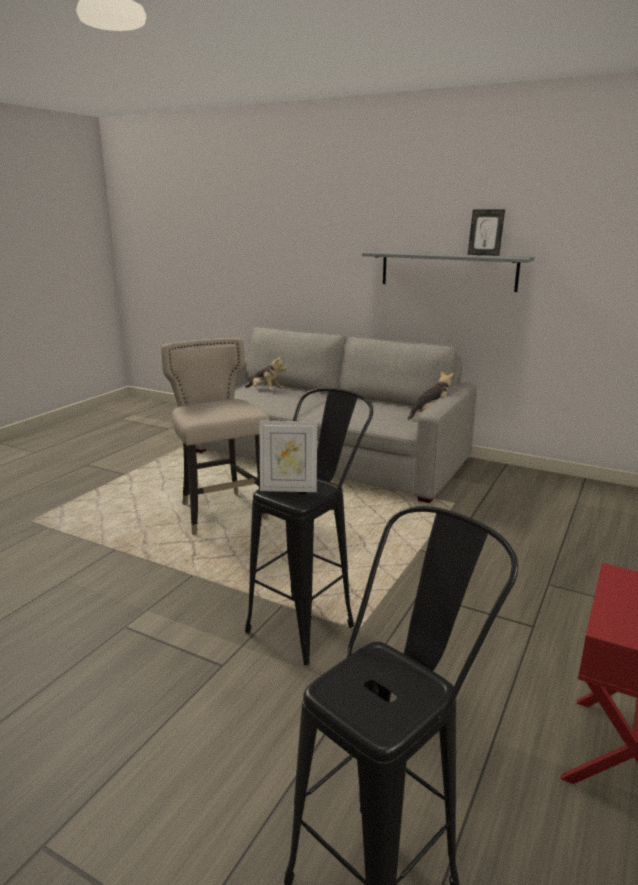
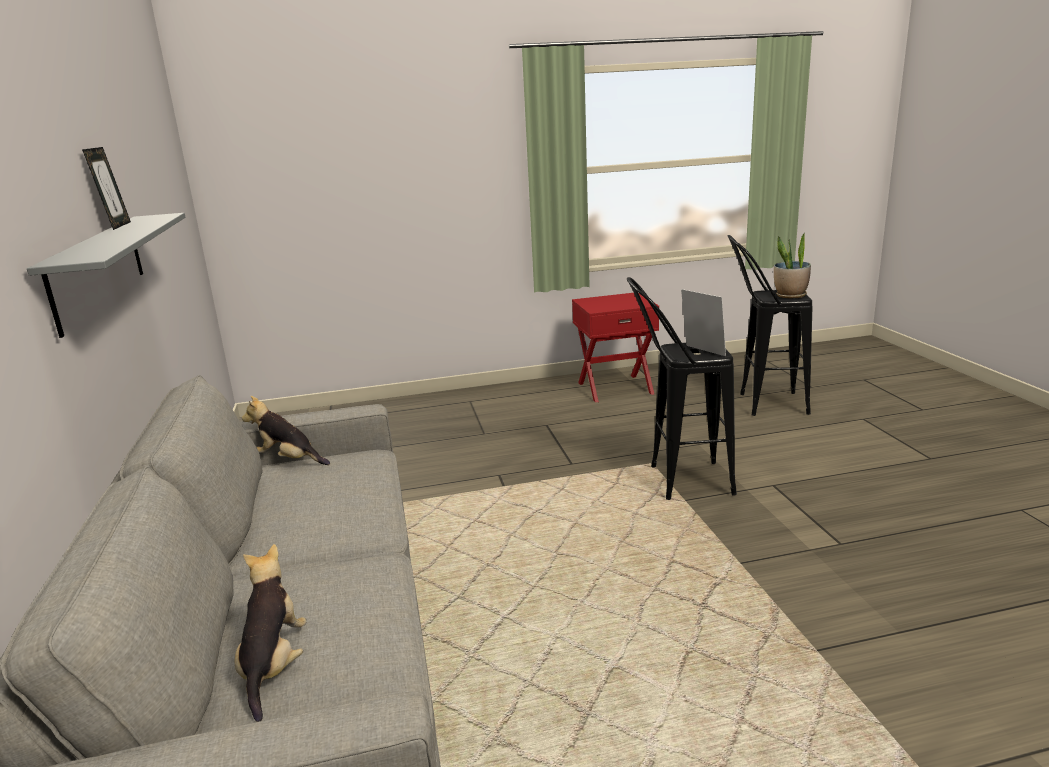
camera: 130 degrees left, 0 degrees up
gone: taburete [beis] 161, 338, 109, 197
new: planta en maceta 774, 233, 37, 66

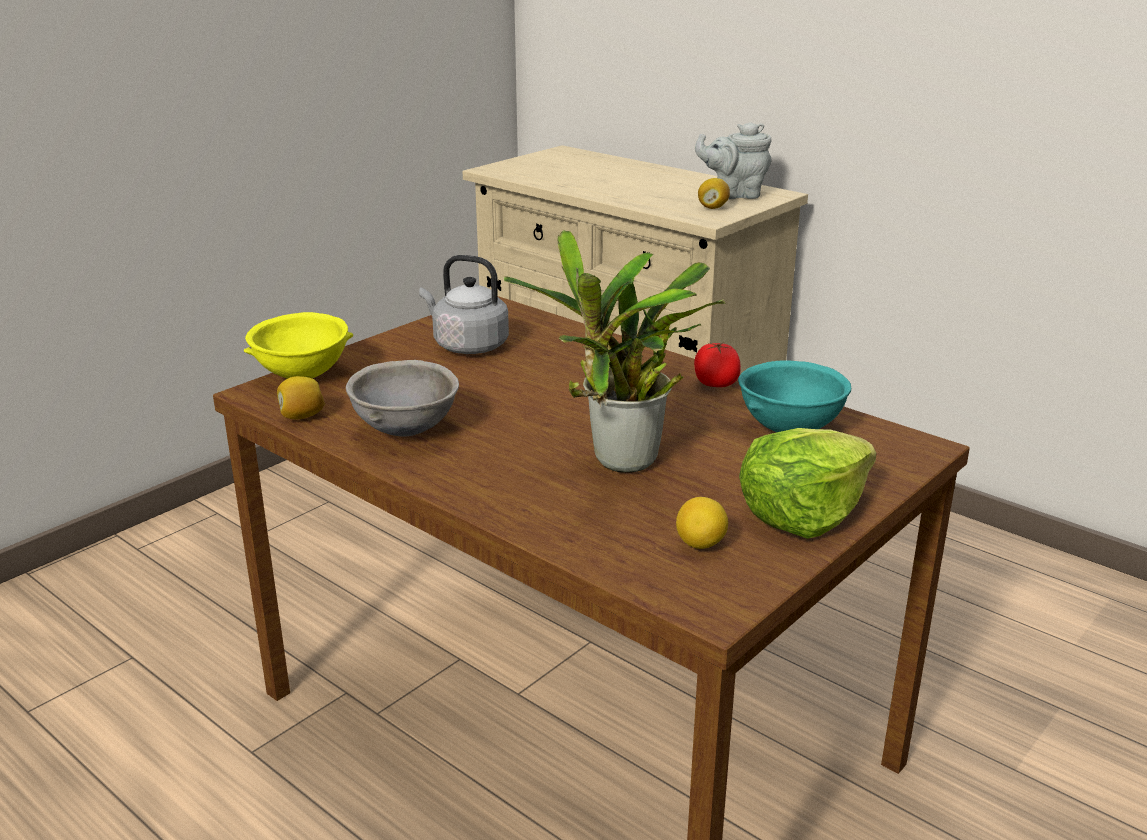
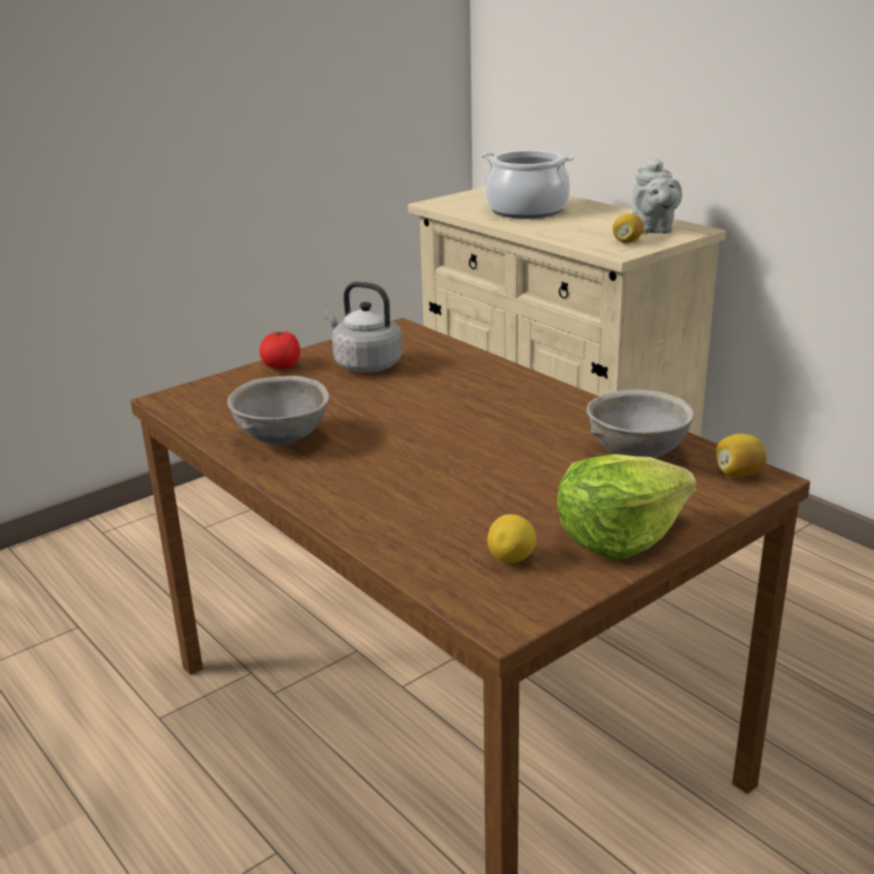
camera: 10 degrees right, 0 degrees up
gone: planta en maceta 503, 230, 223, 243; cuenco [amarillo] 244, 312, 109, 67
new: olla 481, 150, 93, 69
shifted: tomate 694, 342, 47, 45 to 259, 331, 41, 38; limón 277, 376, 48, 43 to 716, 434, 51, 43
repainted: cuenco [turquesa] 738, 360, 113, 72 to cuenco [gris] 587, 389, 107, 70
rotated: tetera [gris] 695, 122, 77, 77 = 632, 157, 50, 77 105 degrees counterclockwise

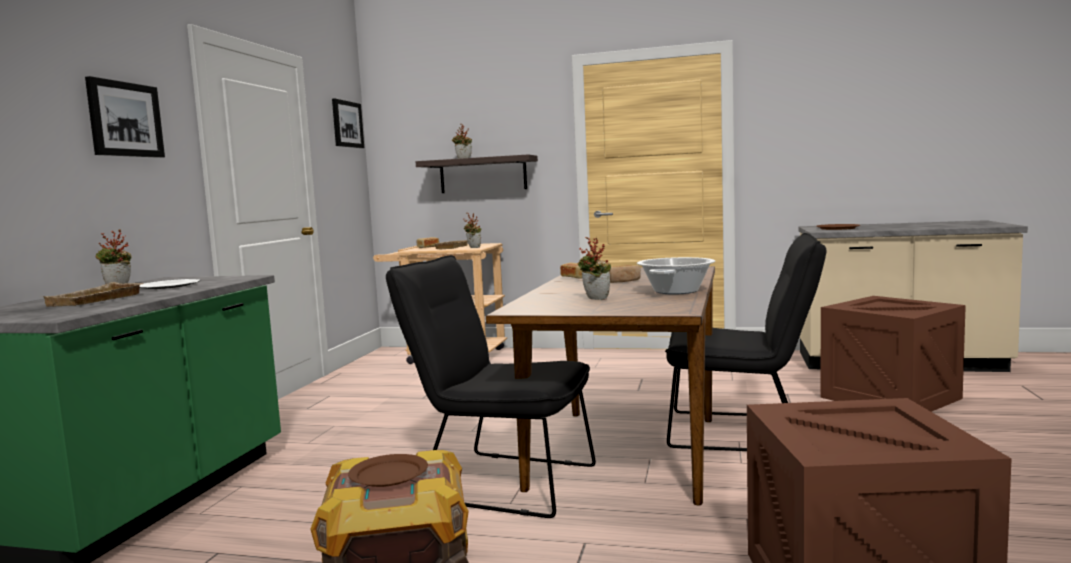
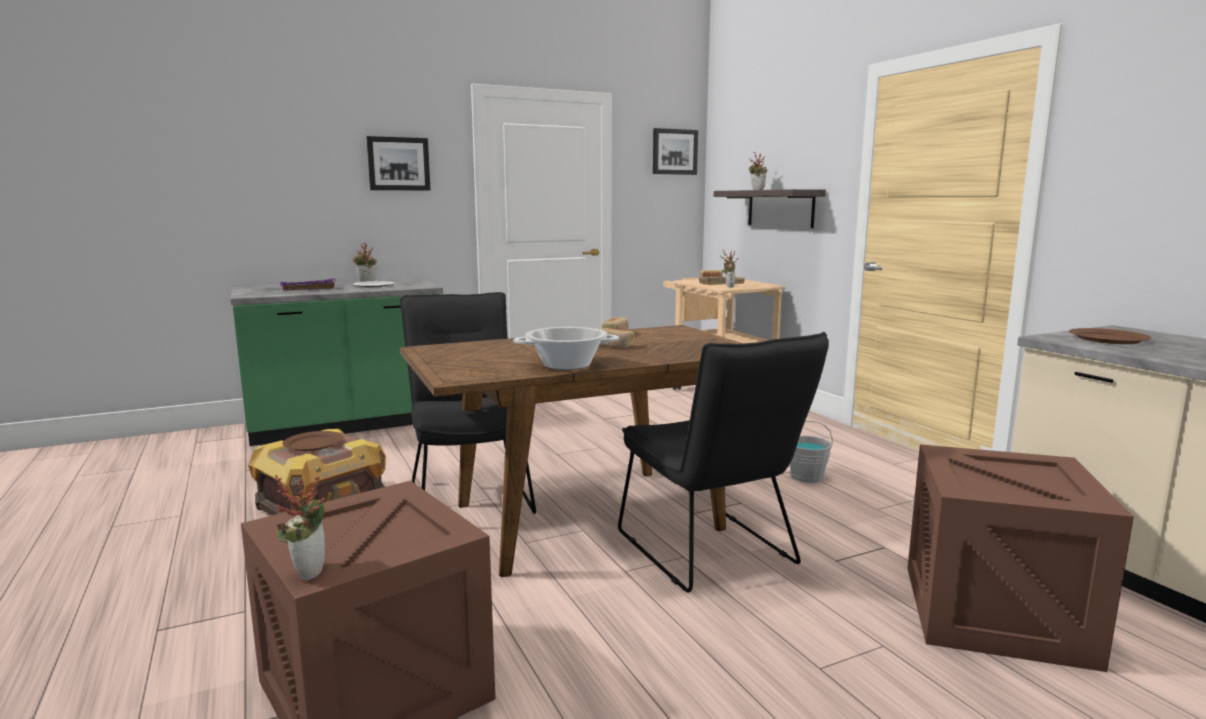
camera: 50 degrees right, 5 degrees up
new: cubo [gris] 790, 421, 43, 62
shifted: planta en maceta 578, 237, 33, 63 to 275, 475, 51, 106
repainted: bandeja [beis] 41, 282, 103, 25 to bandeja [morado] 280, 278, 57, 12

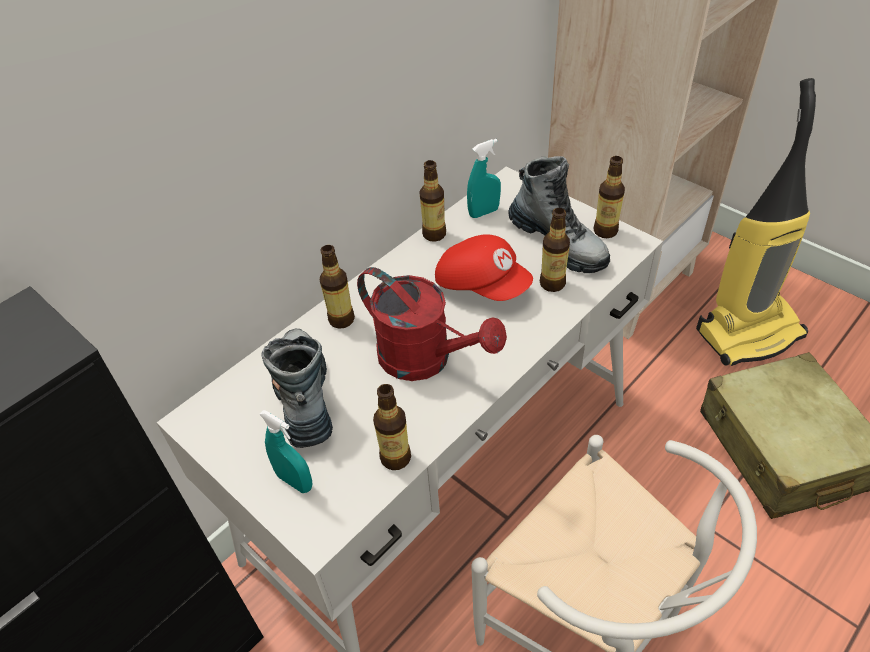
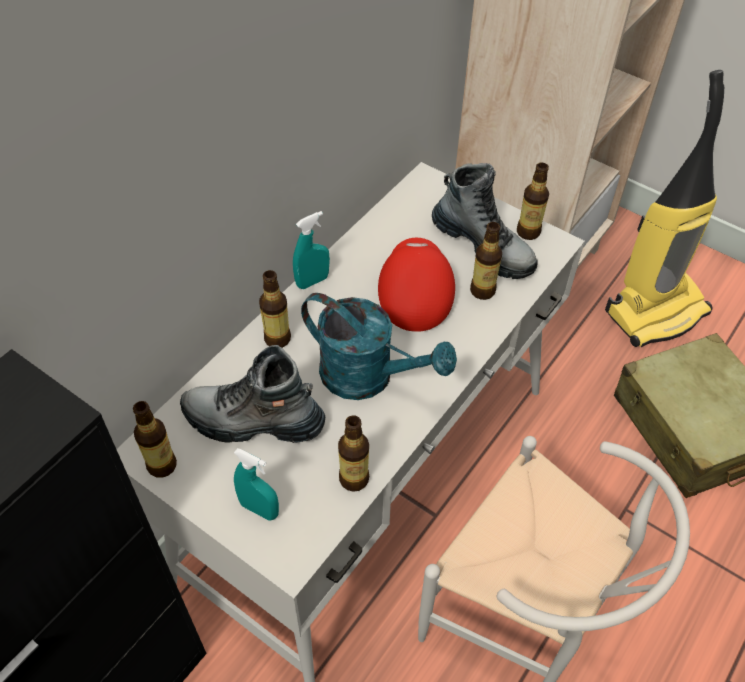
camera: 10 degrees left, 5 degrees up
shifted: pulverizador [turquesa] 467, 139, 34, 79 to 293, 211, 37, 78; botella 419, 160, 27, 82 to 133, 401, 44, 77
repainted: regadera [rojo] 357, 267, 150, 114 to regadera [turquesa] 301, 293, 156, 107
rotated: gorra [rojo] 435, 235, 98, 66 = 378, 238, 77, 94 120 degrees counterclockwise; bota 261, 329, 72, 119 = 180, 345, 145, 98 60 degrees counterclockwise

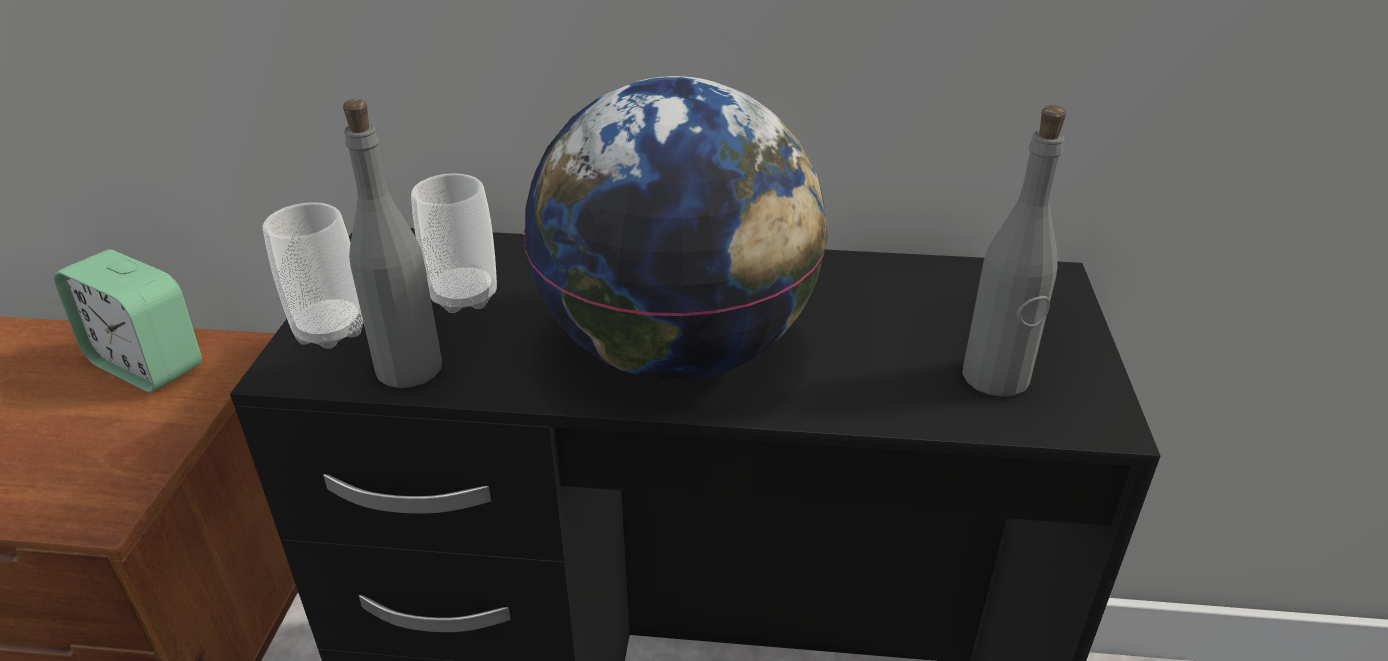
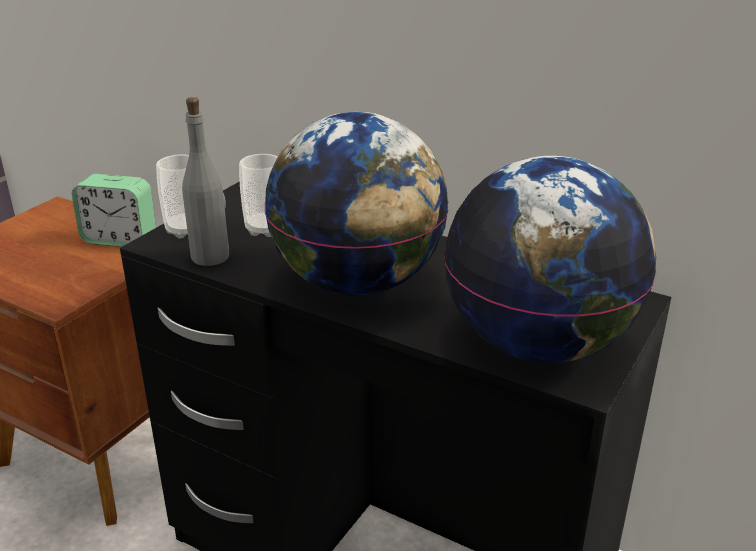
camera: 25 degrees right, 5 degrees down
swapped: botella [gris] 962, 105, 104, 292 to globo terráqueo 444, 156, 212, 207
rotated: despertador 53, 249, 149, 143 = 71, 174, 85, 73 45 degrees counterclockwise

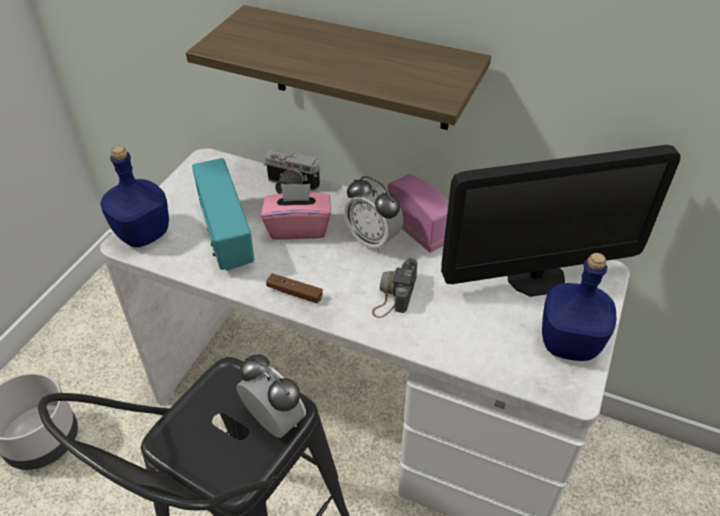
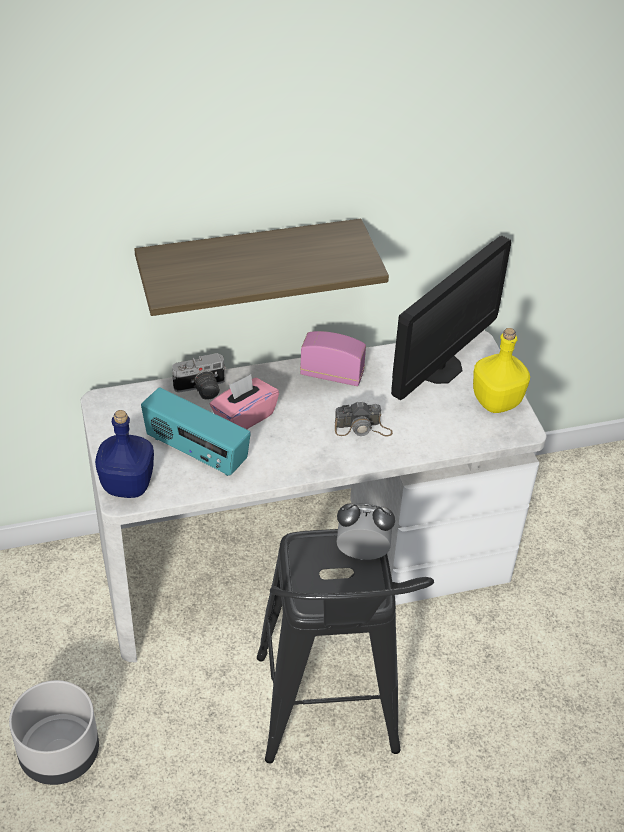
camera: 40 degrees left, 0 degrees up
gone: despertador 344, 176, 59, 77; mando de consola [marrón] 266, 273, 57, 30
repainted: botella [azul] 542, 253, 74, 108 to botella [amarillo] 473, 328, 57, 85
rotated: cámara 372, 258, 45, 60 = 335, 401, 58, 36 75 degrees counterclockwise

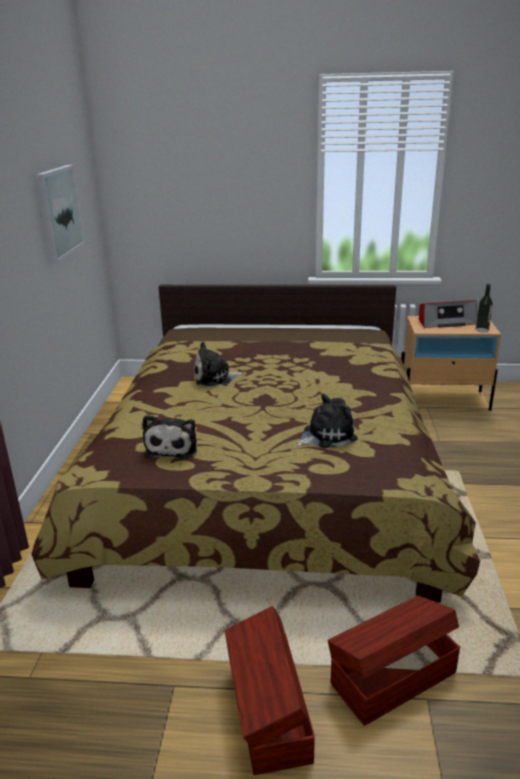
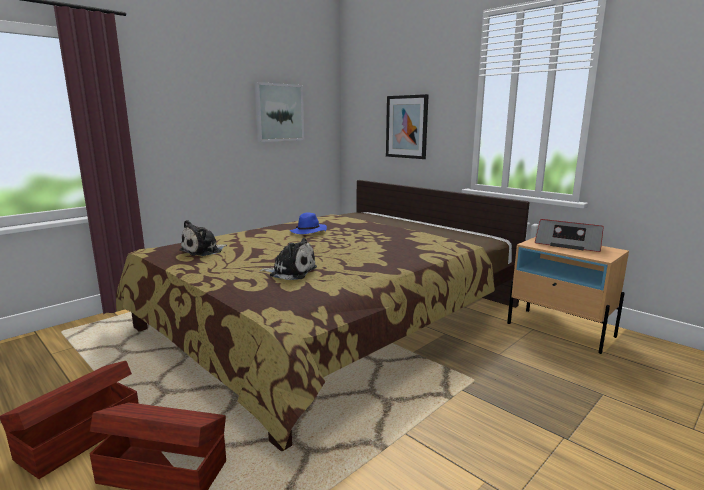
camera: 40 degrees right, 10 degrees down
gone: botella 476, 284, 17, 48
new: cuadro 386, 94, 43, 65
swapped: peluche 194, 342, 50, 44 to sombrero [azul] 290, 212, 37, 22

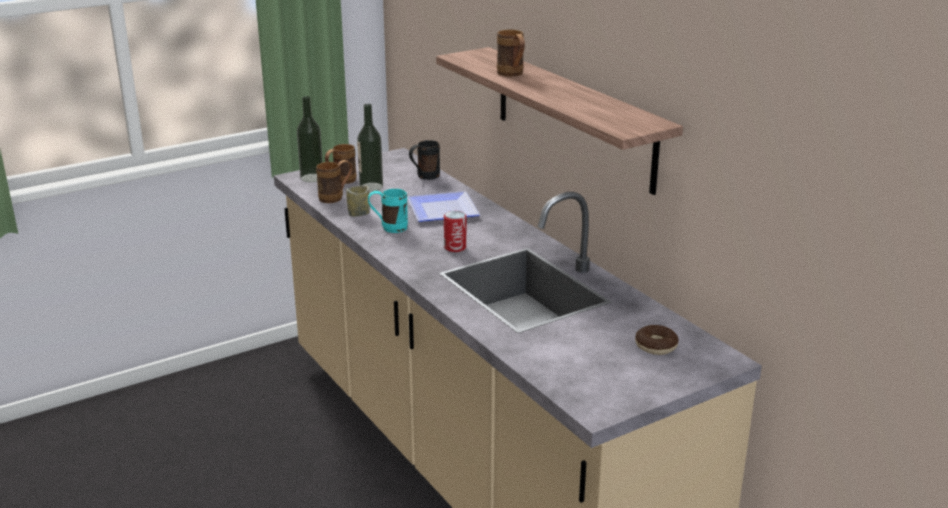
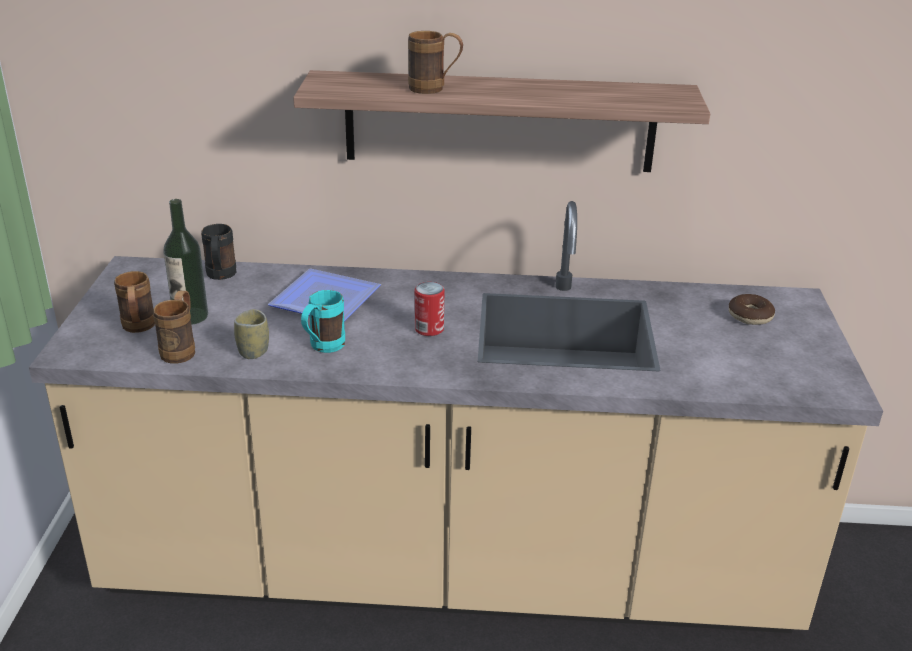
camera: 55 degrees left, 5 degrees up
gone: botella 297, 96, 26, 86

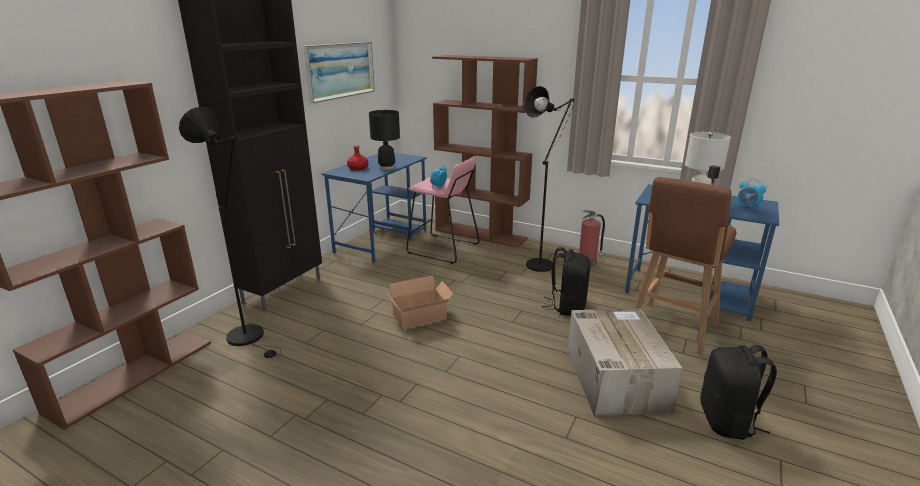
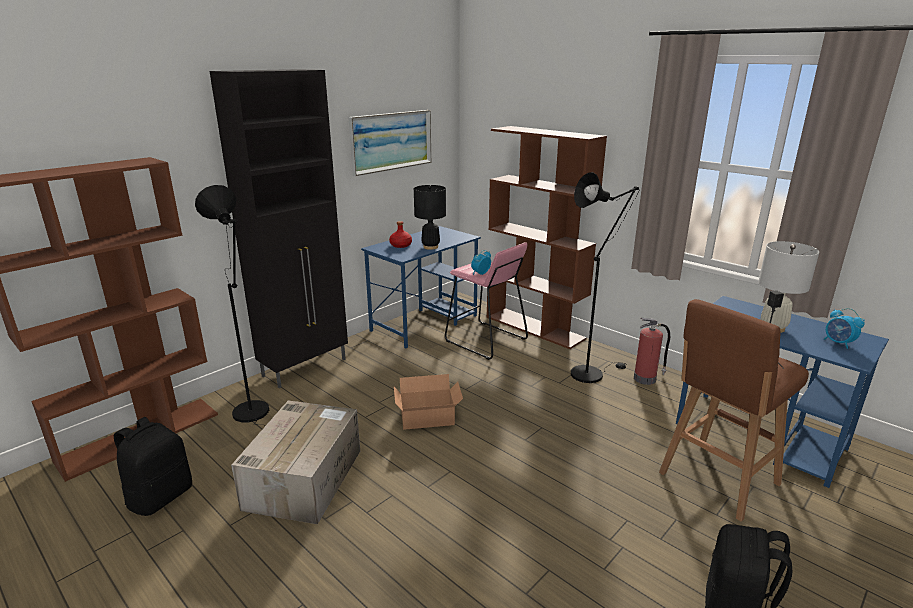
camera: 15 degrees right, 0 degrees up
shifted: mochila [negro] 542, 247, 48, 69 to 114, 417, 78, 99; caja de cartón 568, 309, 115, 107 to 231, 400, 129, 124

